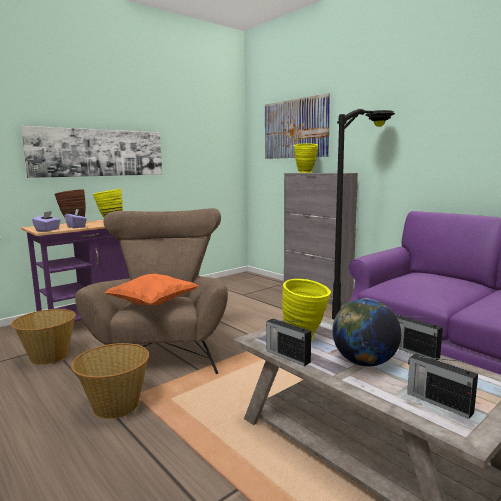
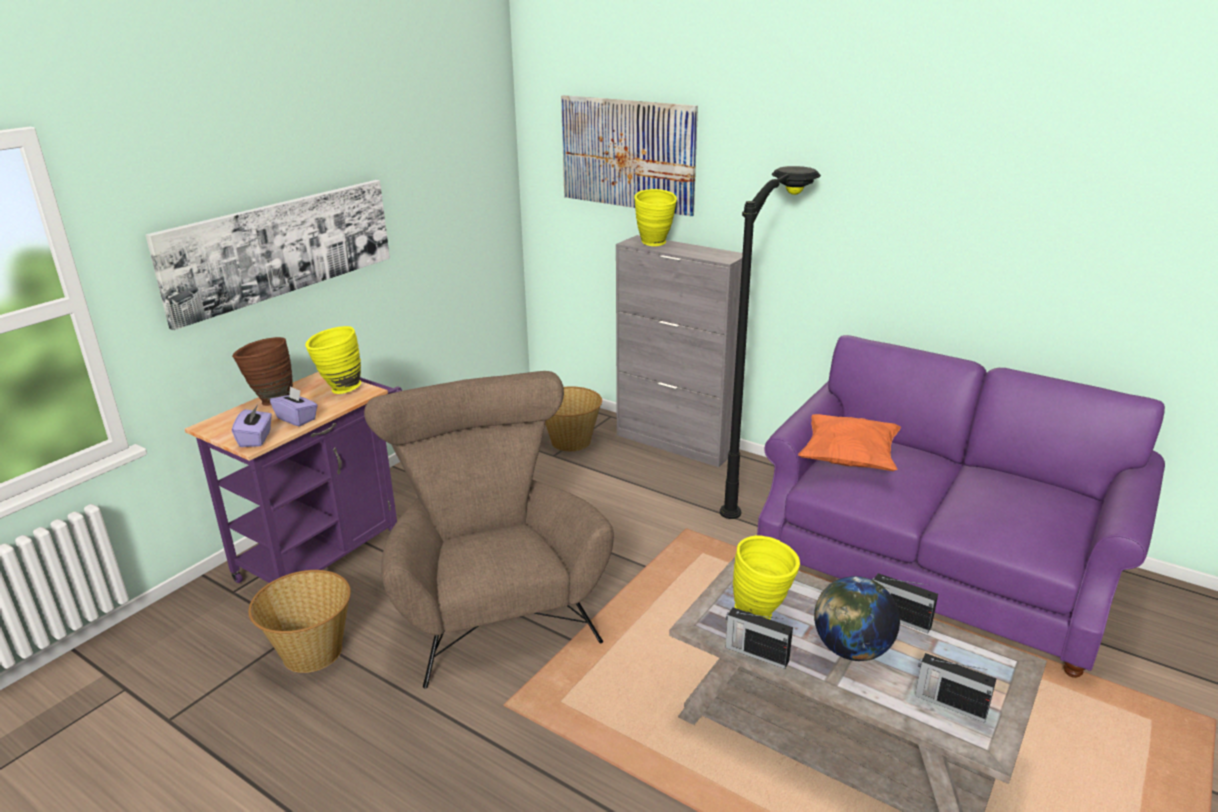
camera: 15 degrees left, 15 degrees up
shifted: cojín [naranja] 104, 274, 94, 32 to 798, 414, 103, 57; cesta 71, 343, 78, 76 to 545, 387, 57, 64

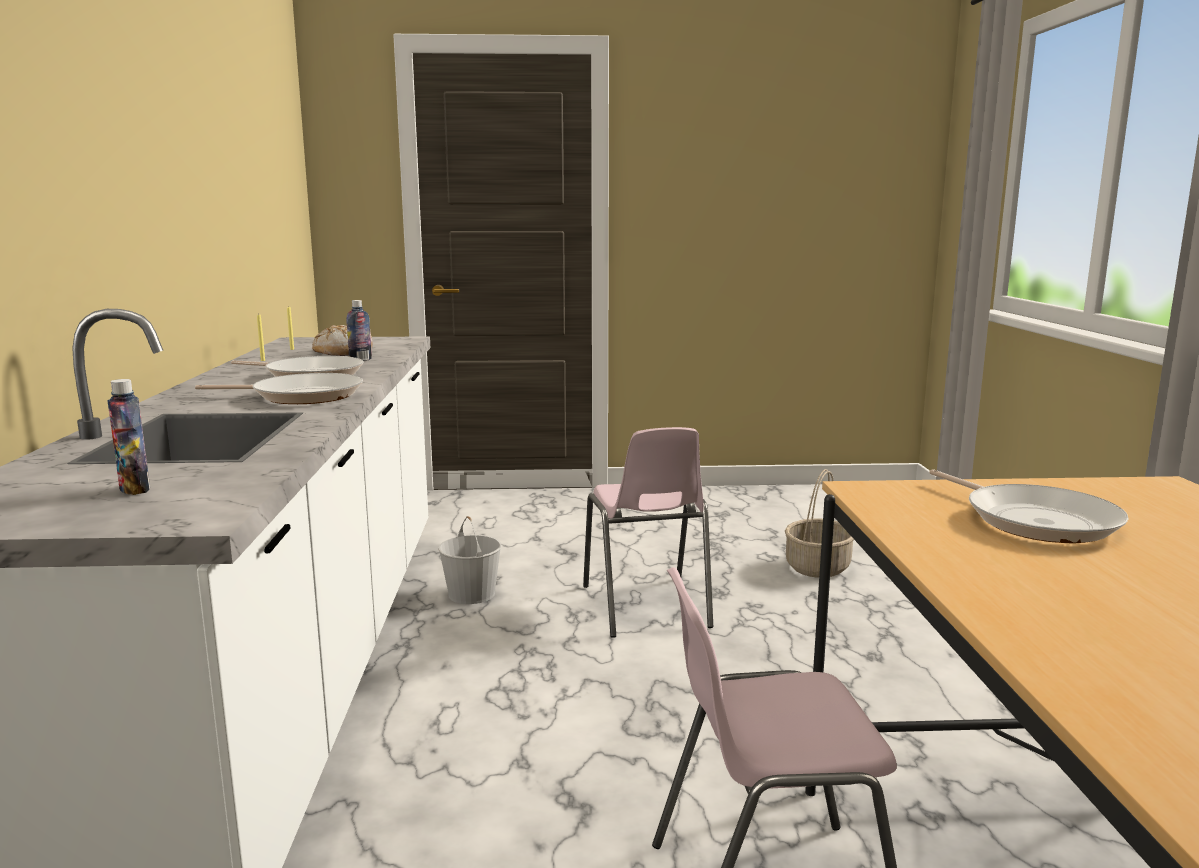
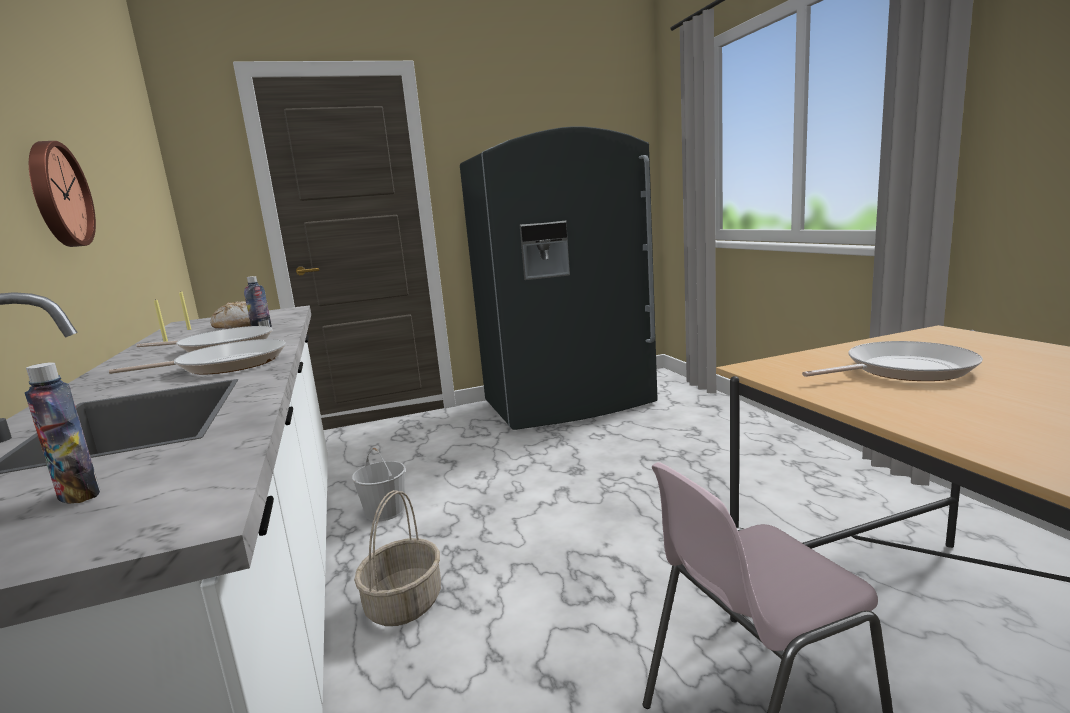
camera: 15 degrees left, 0 degrees up
gone: silla [rosa] 583, 427, 130, 211
new: nevera [gris] 460, 126, 198, 304; reloj de pared 29, 141, 67, 106
shifted: cesta 785, 469, 69, 109 to 354, 490, 87, 136
rotated: sartén 929, 469, 200, 74 = 802, 341, 181, 40 60 degrees counterclockwise

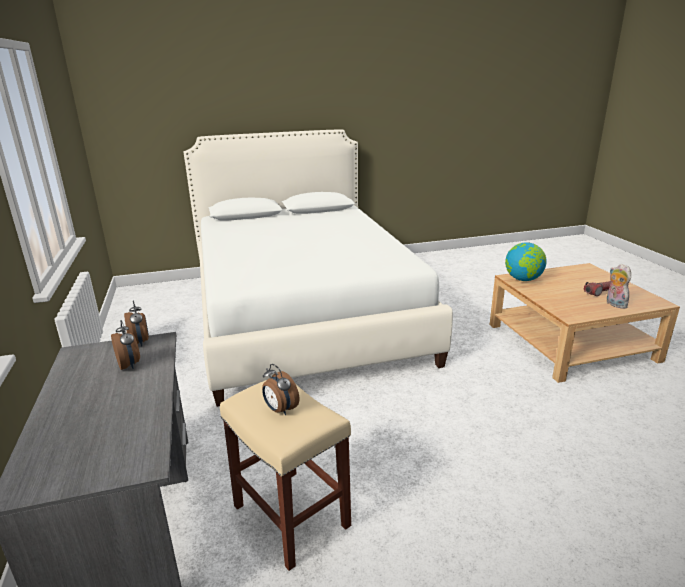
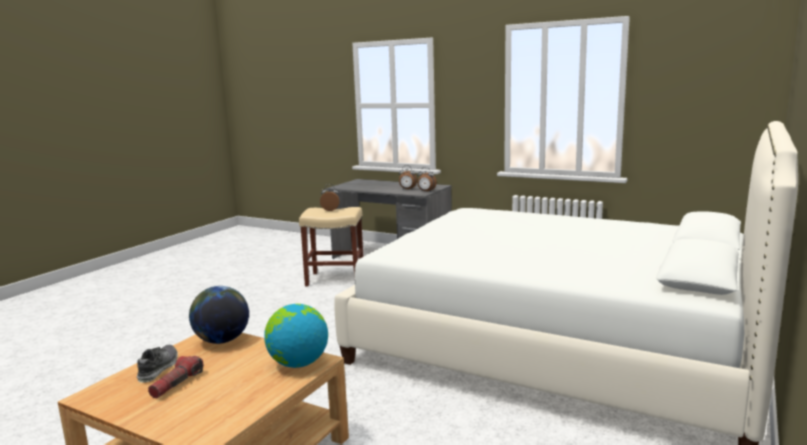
camera: 135 degrees right, 10 degrees down
new: globo terráqueo 189, 286, 60, 58
swapped: peluche 607, 264, 24, 45 to zapato 137, 345, 41, 38

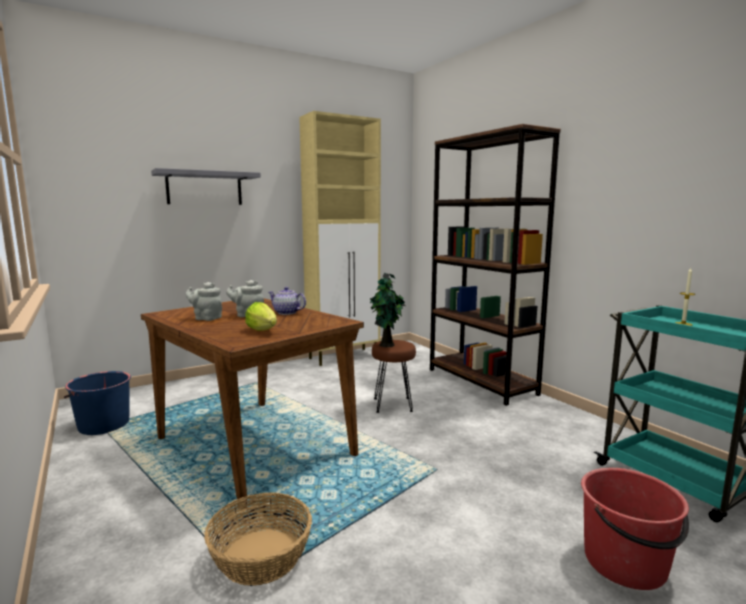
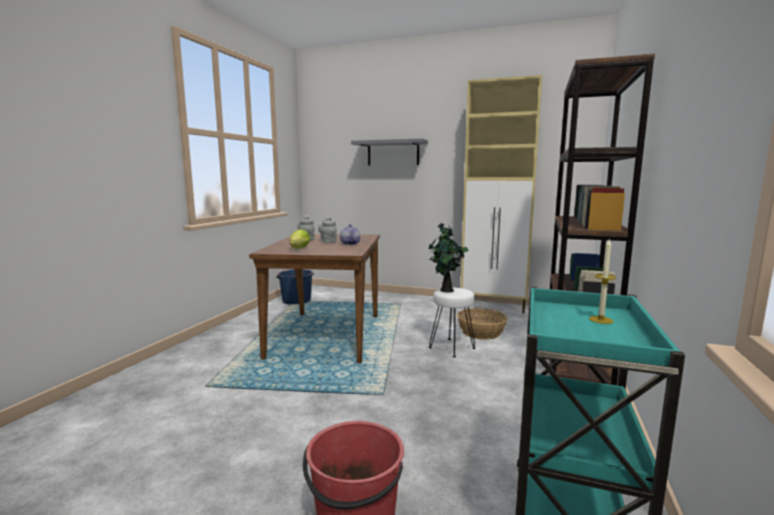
camera: 50 degrees right, 0 degrees up
shifted: cesta 204, 492, 108, 94 to 457, 308, 50, 32
repainted: taburete [marrón] 372, 340, 44, 73 to taburete [blanco] 429, 288, 46, 69

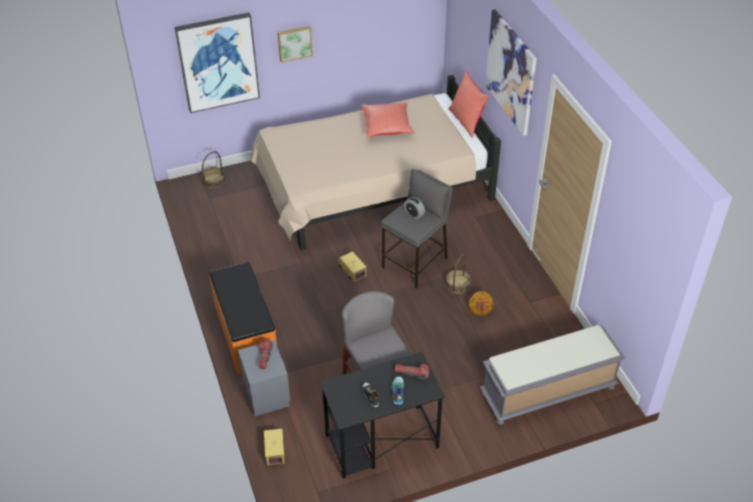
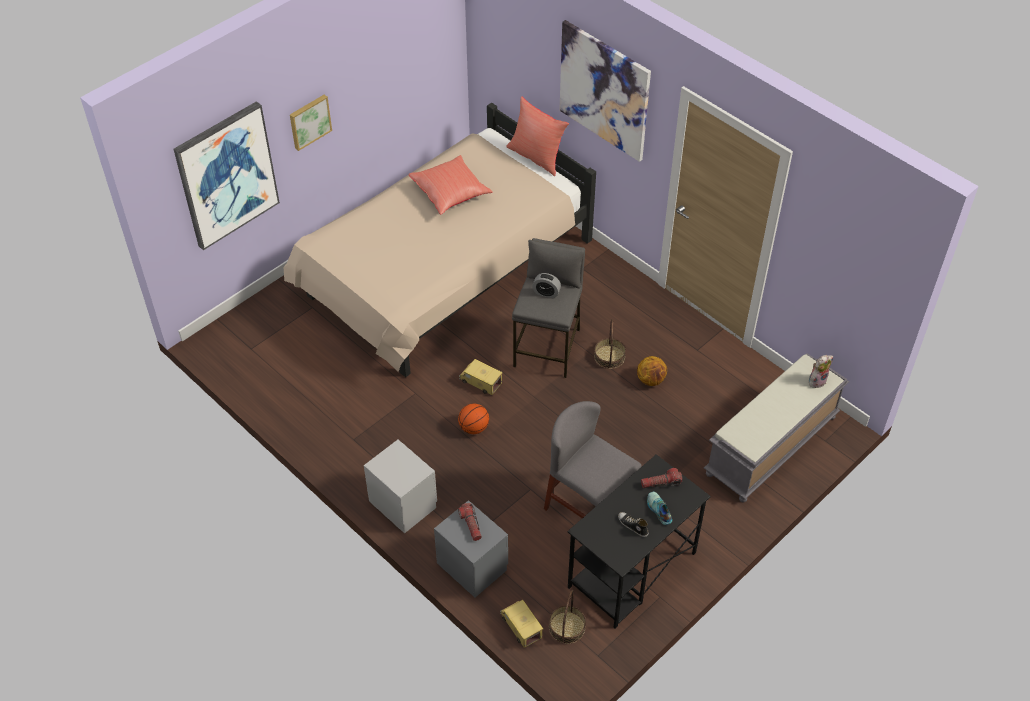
camera: 25 degrees left, 5 degrees up
new: peluche 809, 355, 24, 33; balón de baloncesto 458, 403, 31, 31
shifted: cesta 202, 151, 24, 38 to 549, 590, 37, 54
swapped: banco [naranja] 209, 262, 68, 112 to mesita de noche [gris] 364, 440, 73, 94

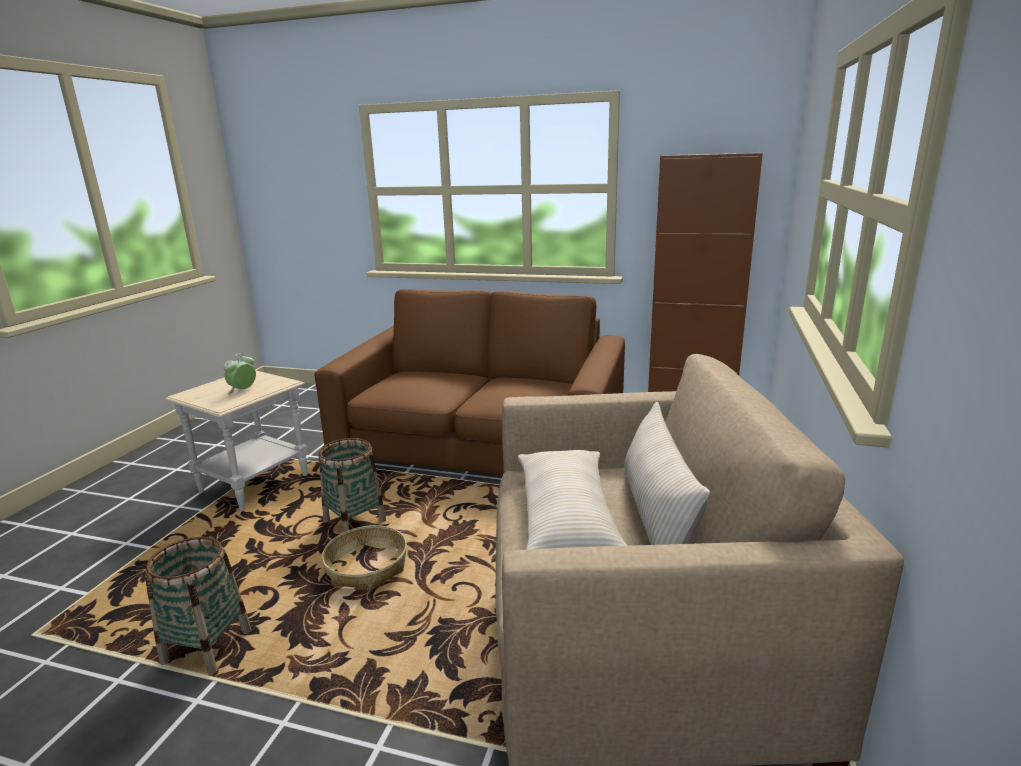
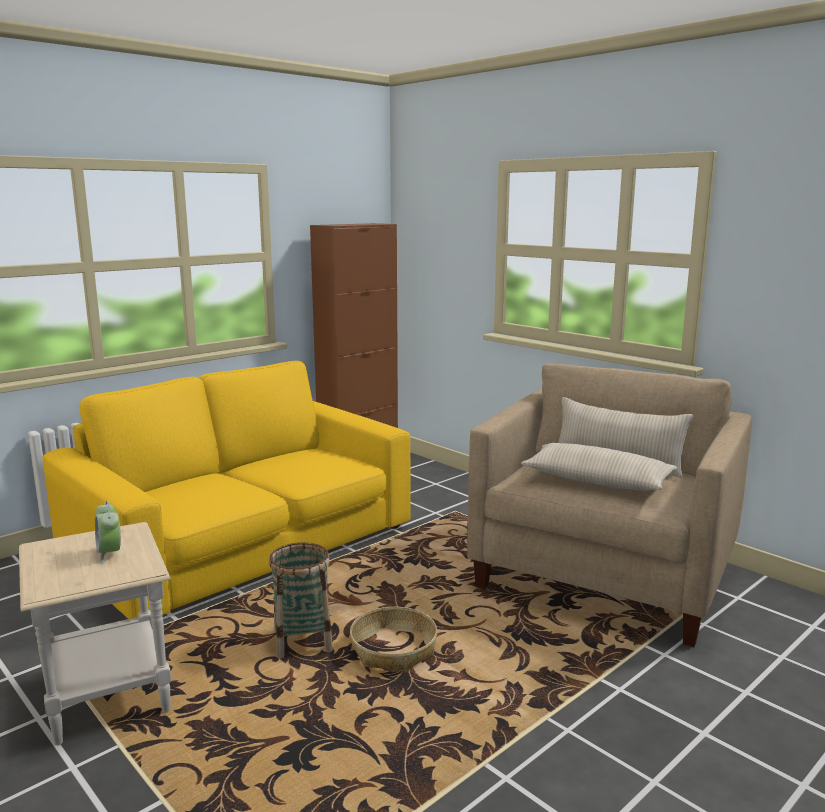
camera: 60 degrees left, 5 degrees down
gone: cesta 145, 537, 106, 137
repainted: sofá [marrón] 314, 289, 311, 186 to sofá [amarillo] 43, 361, 368, 258

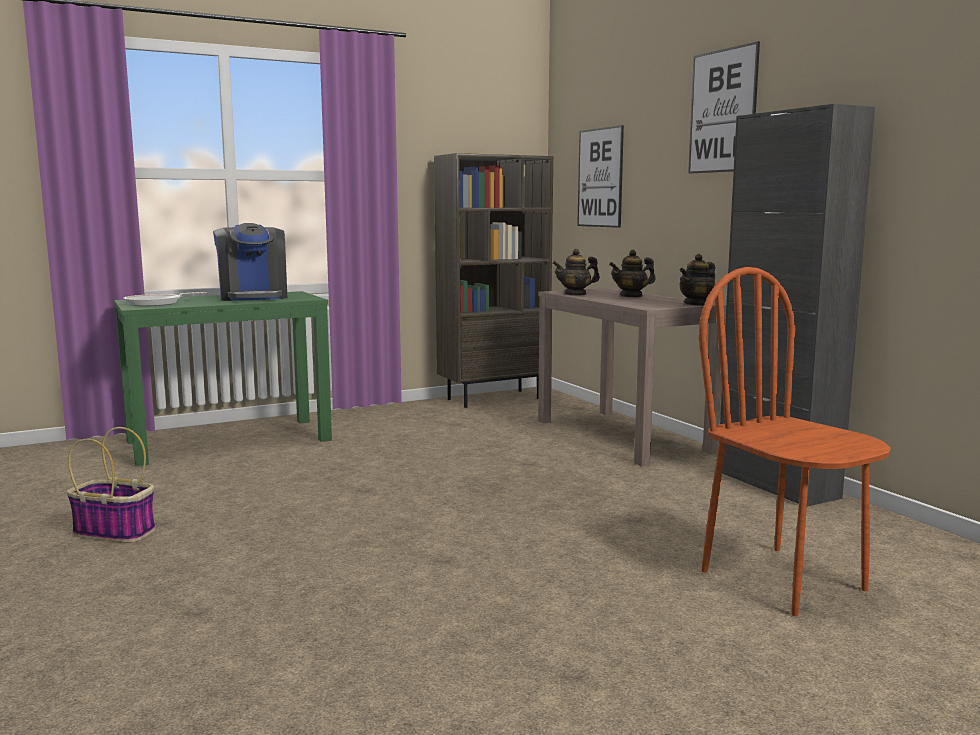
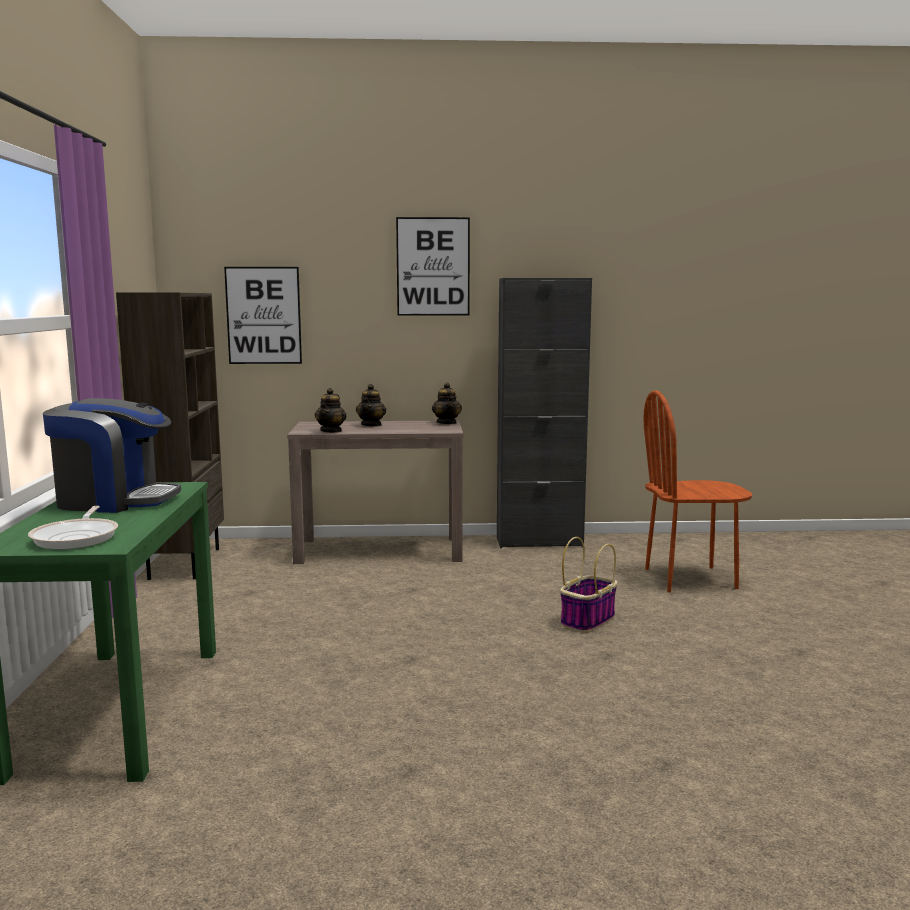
camera: 65 degrees left, 0 degrees up
shifted: cesta 67, 427, 88, 116 to 560, 537, 57, 96

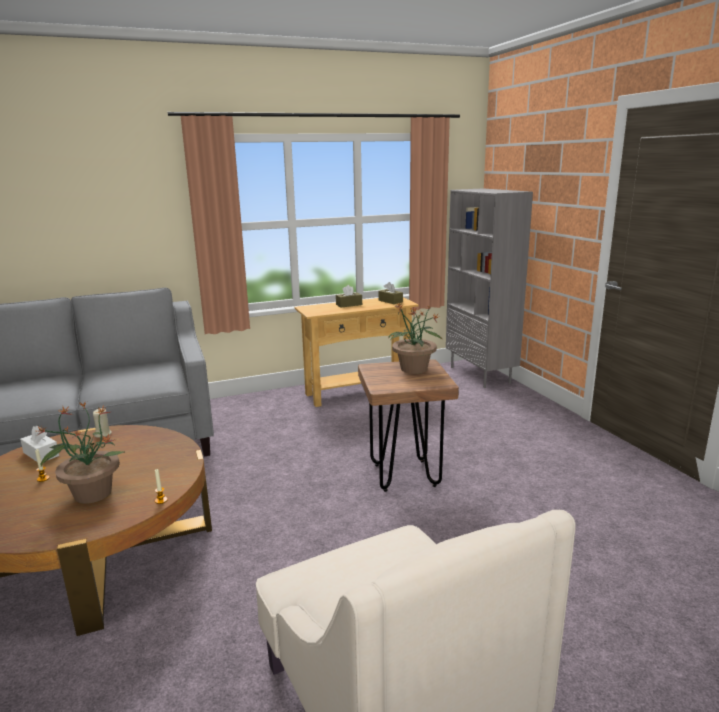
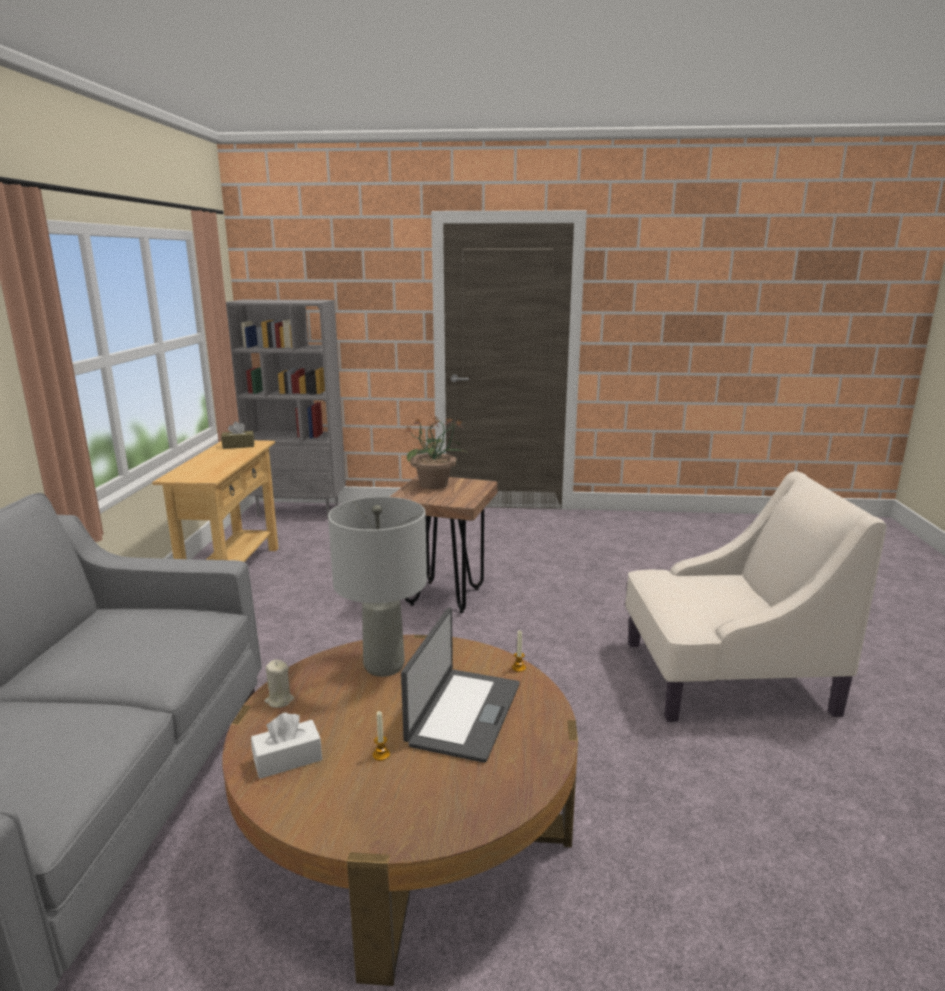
camera: 65 degrees left, 0 degrees up
gone: caja de pañuelos [marrón] 336, 285, 26, 23
new: lámpara de mesa [gris] 328, 497, 99, 180
swapped: planta en maceta 35, 402, 90, 102 to portátil 401, 608, 119, 155

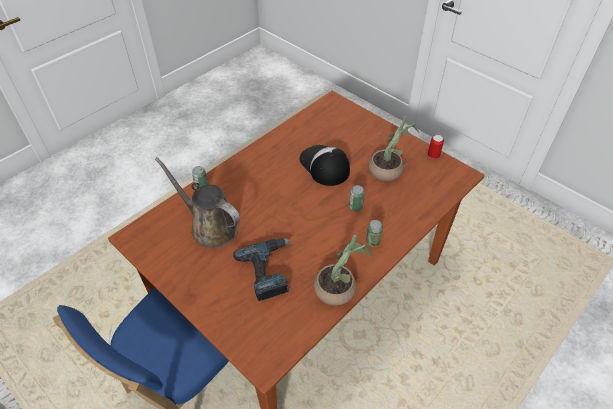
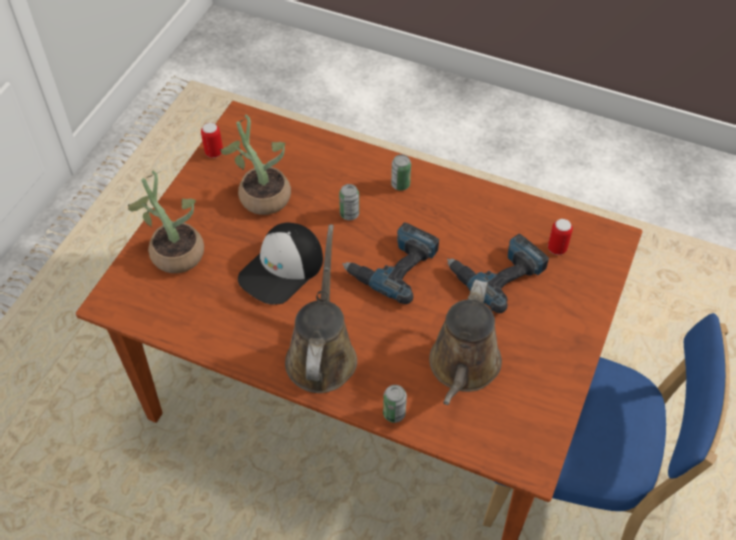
camera: 110 degrees left, 5 degrees up
new: lata 548, 219, 25, 36; taladro 342, 222, 97, 82; regadera [marrón] 285, 224, 72, 169
shifted: planta en maceta 313, 235, 59, 71 to 128, 170, 76, 103

